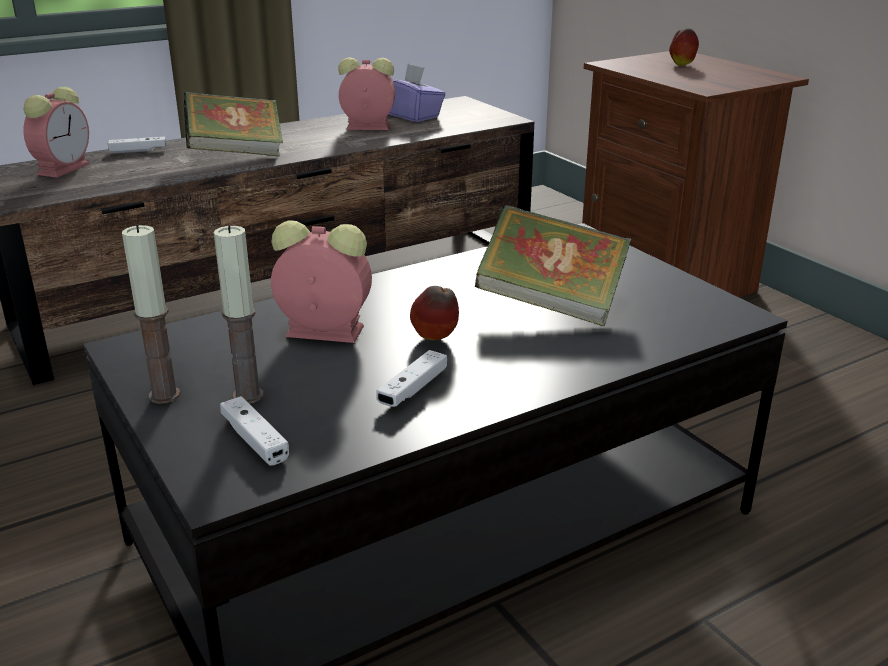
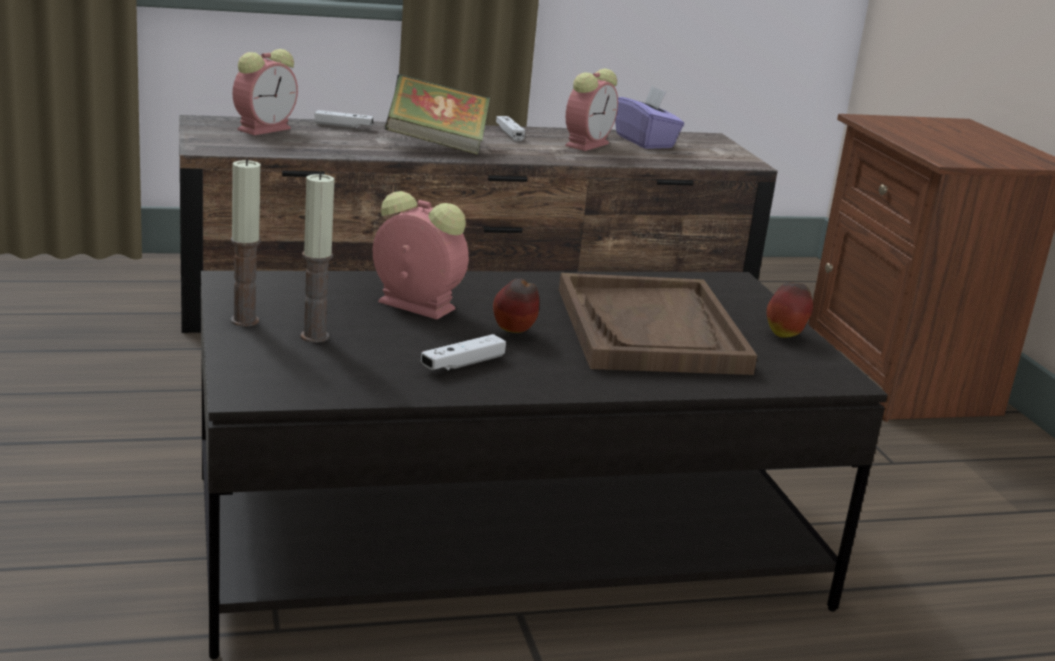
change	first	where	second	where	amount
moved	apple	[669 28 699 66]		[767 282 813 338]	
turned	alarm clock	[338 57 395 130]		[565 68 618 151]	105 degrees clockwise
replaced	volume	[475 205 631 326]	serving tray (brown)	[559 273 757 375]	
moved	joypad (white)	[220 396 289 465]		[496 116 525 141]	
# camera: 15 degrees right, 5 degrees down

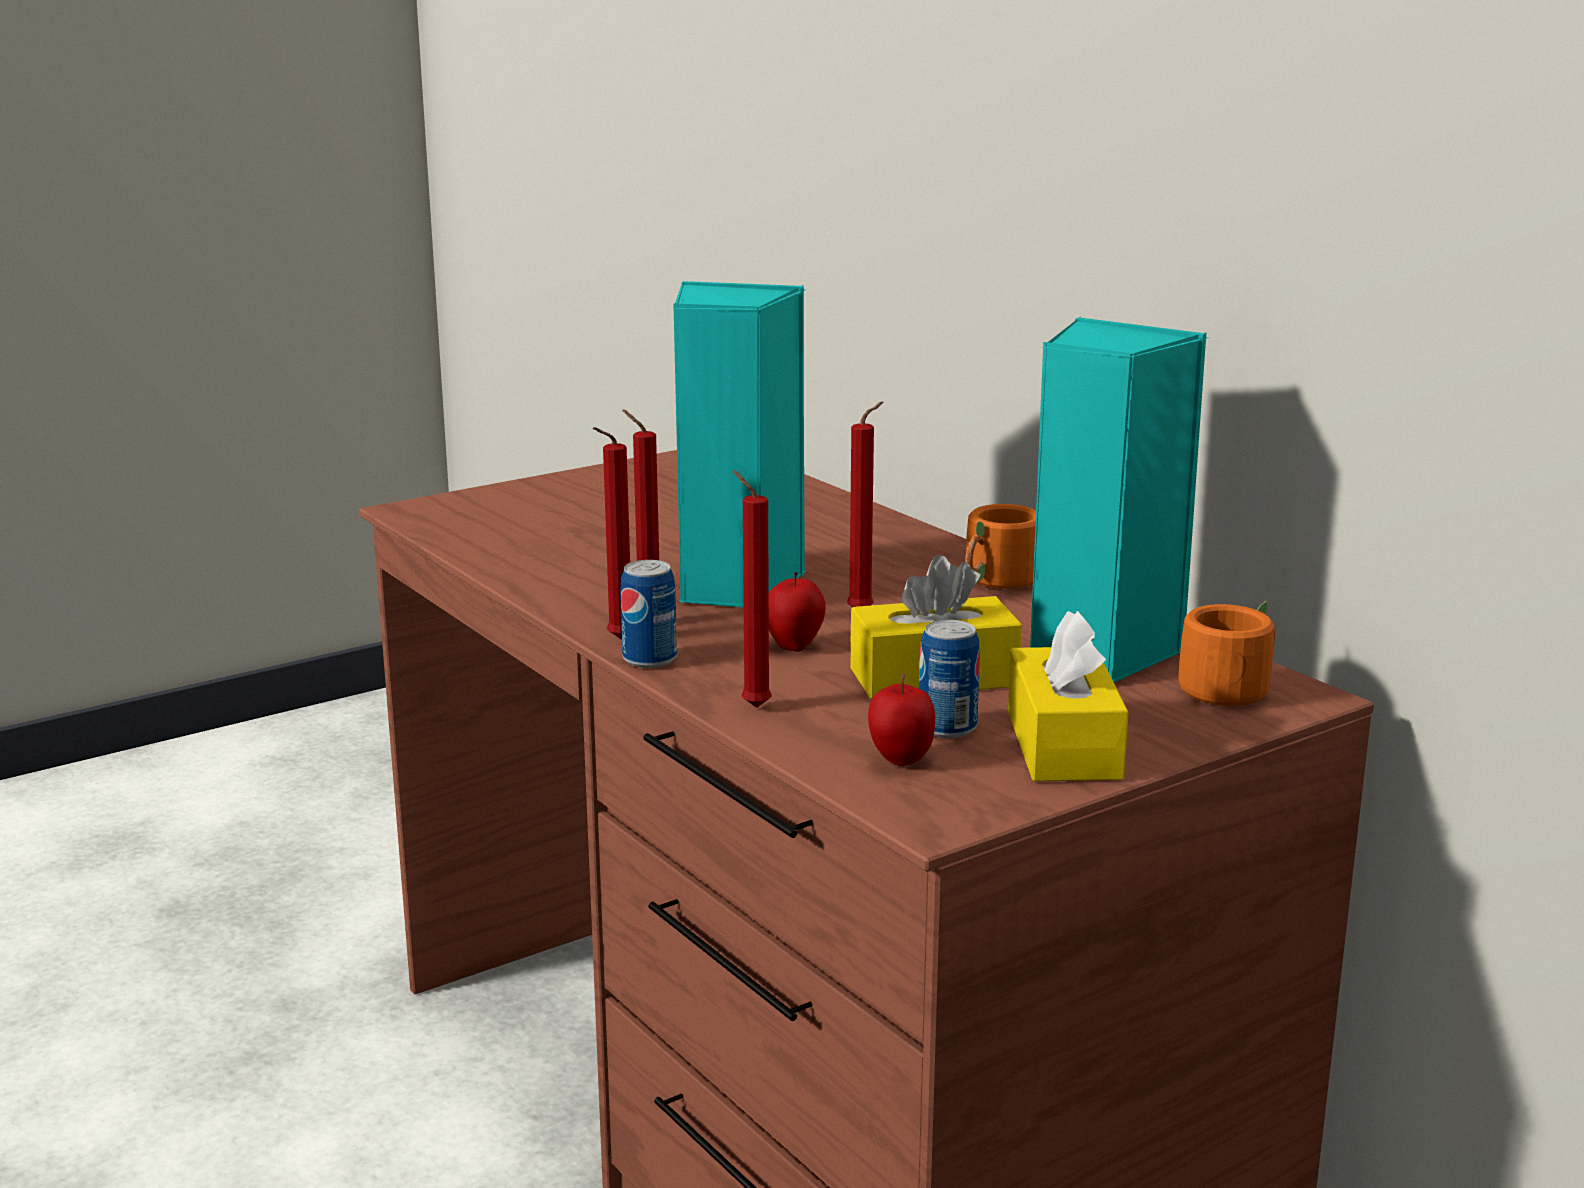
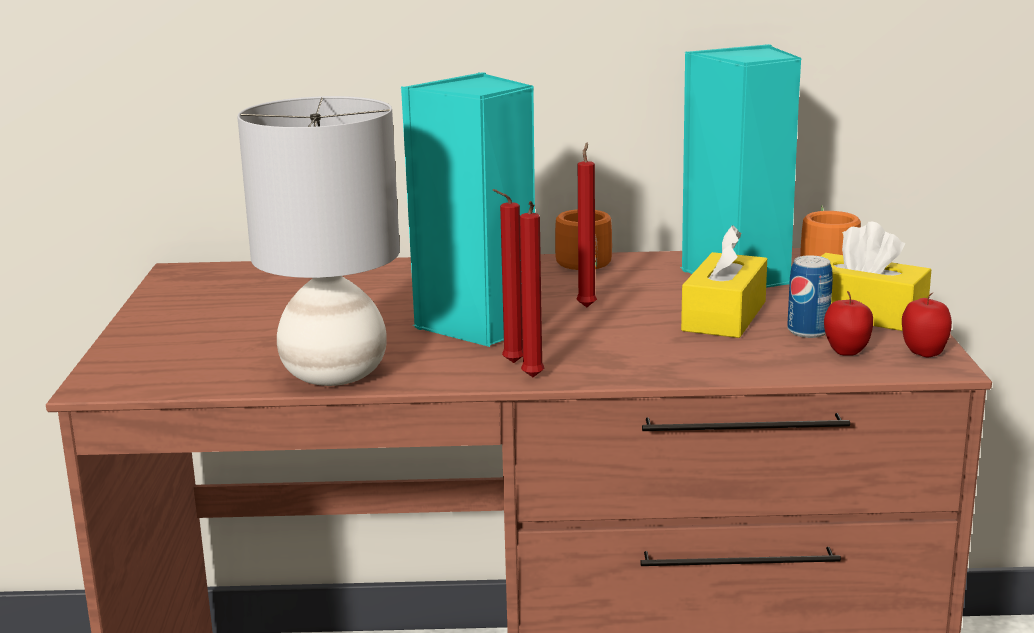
change	first	where	second	where	amount
removed	wax candle (red-coloured)	[733 470 772 708]			
removed	sealed can	[620 560 677 668]			
moved	apple	[769 572 826 652]		[902 293 952 358]	
added			tabletop lamp (greyish)	[237 96 400 386]	
# camera: 55 degrees left, 0 degrees up

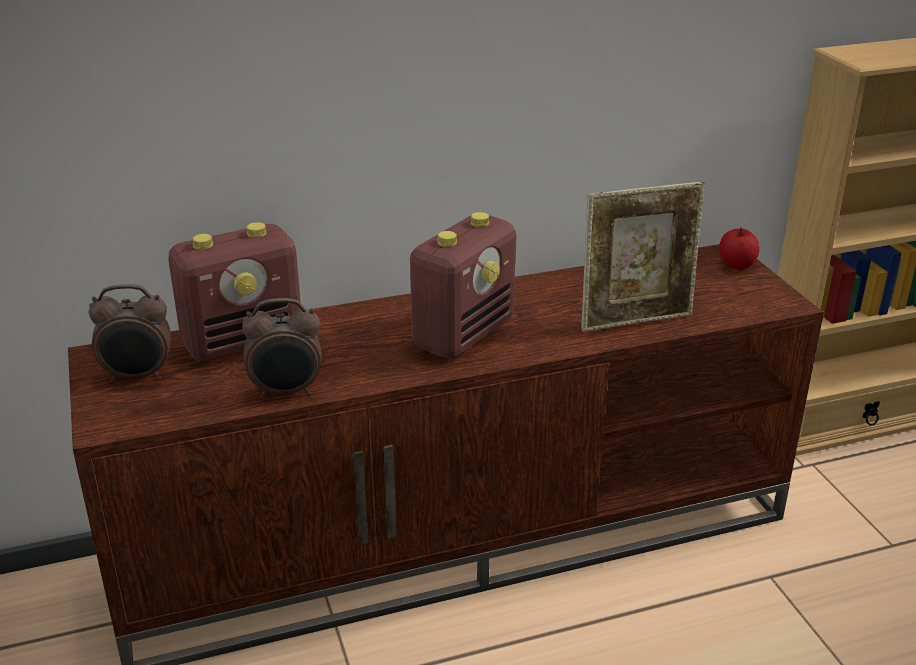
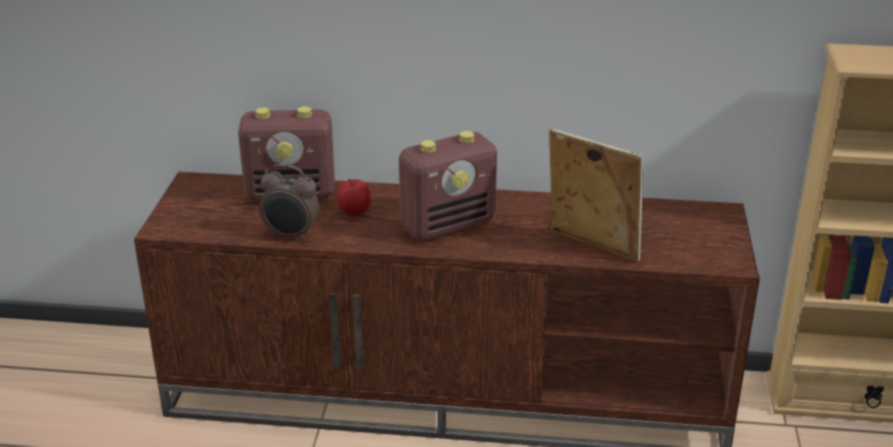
change	first	where	second	where	amount
turned	photo frame	[581 182 705 332]		[549 128 643 261]	150 degrees counterclockwise
moved	apple	[719 228 760 270]		[336 179 371 216]	
removed	alarm clock	[89 284 171 383]			
# camera: 25 degrees right, 0 degrees up

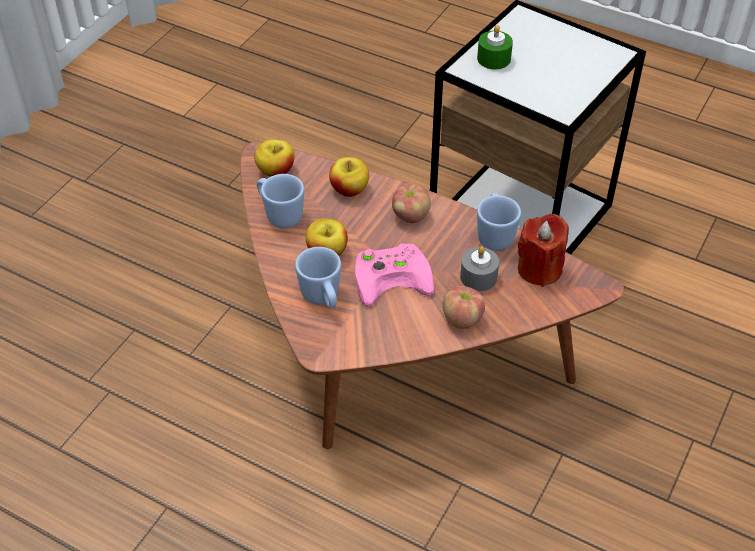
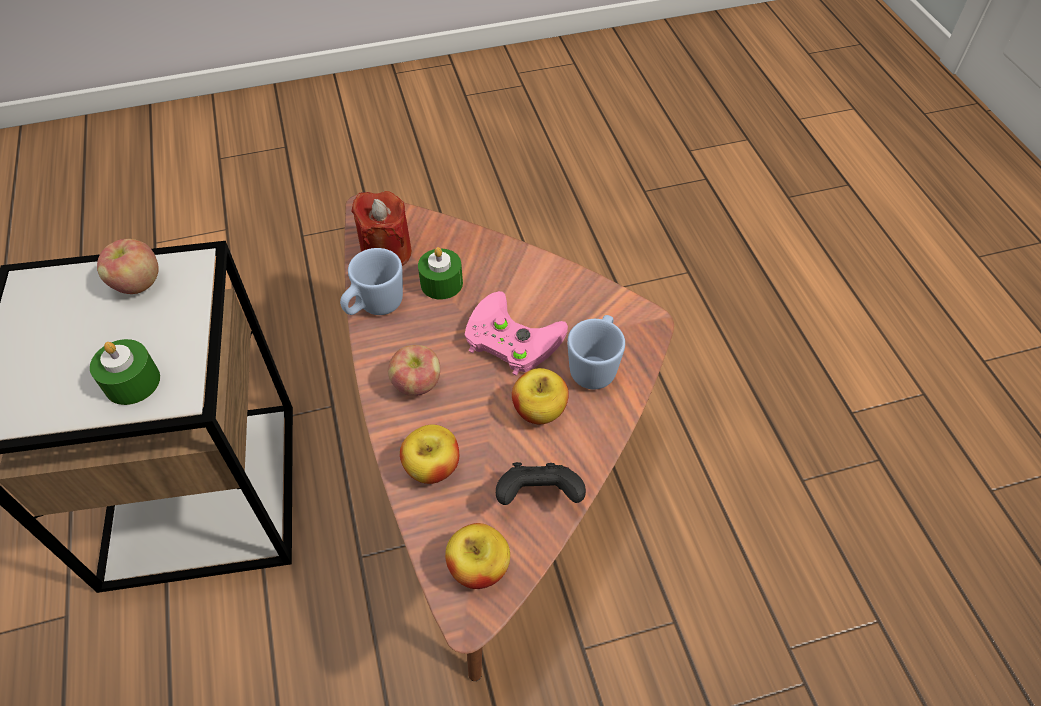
change	first	where	second	where	amount
replaced	coffee mug (blue)	[257 174 304 228]	joypad (black-coloured)	[496 462 586 505]	
recoloured	wax candle (greyish)	[460 246 499 291]	wax candle (green-coloured)	[418 247 463 300]	
moved	apple	[443 286 485 329]		[97 239 159 294]	
# camera: 135 degrees left, 5 degrees up

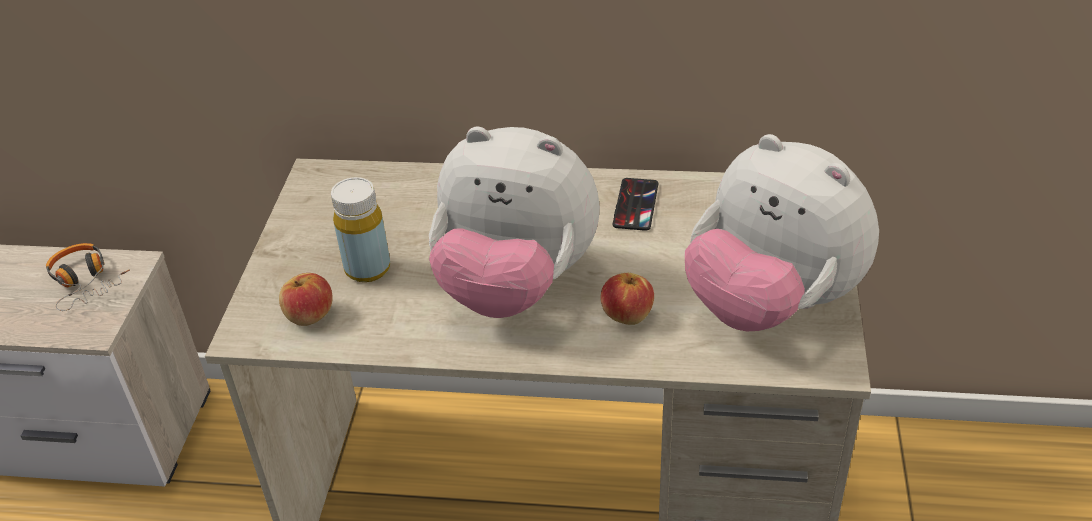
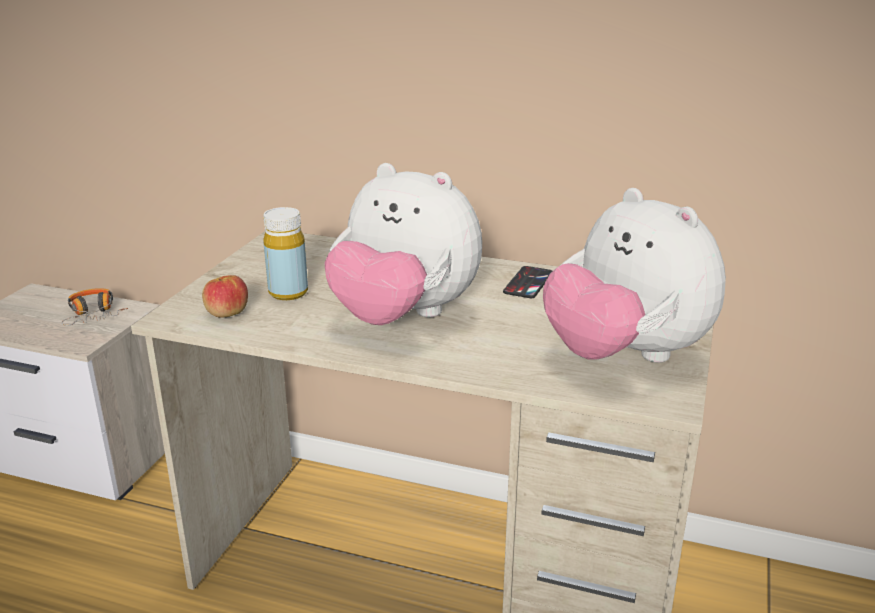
change	first	where	second	where	amount
removed	apple	[600 273 654 325]			
# camera: 10 degrees right, 15 degrees down

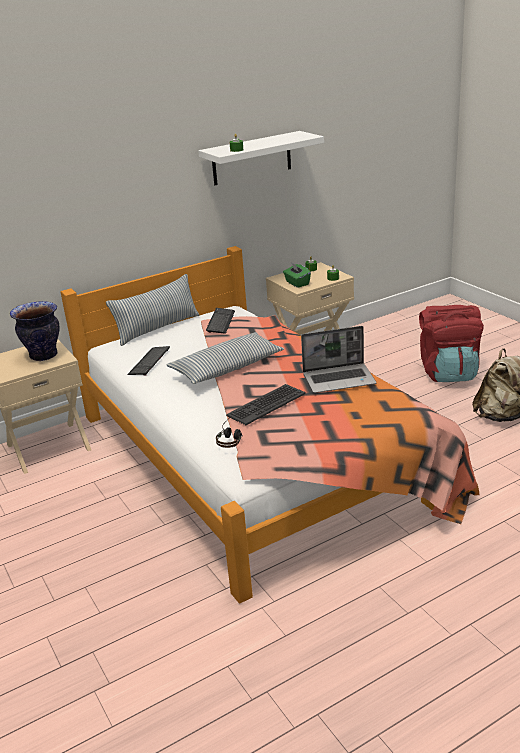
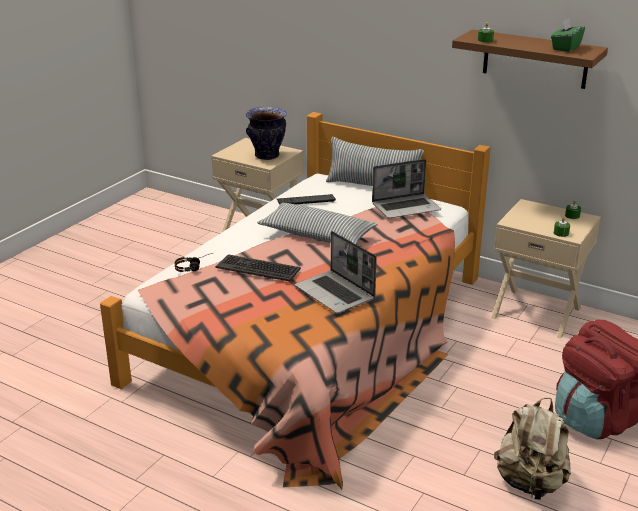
change	first	where	second	where	amount
recoloured	wall shelf (white)	[198 131 324 185]	wall shelf (brown)	[452 29 608 89]	
moved	tissue box (green-coloured)	[283 262 311 288]		[551 18 585 52]	
replaced	keyboard	[206 308 235 334]	laptop	[372 159 441 218]	
# camera: 60 degrees right, 0 degrees up

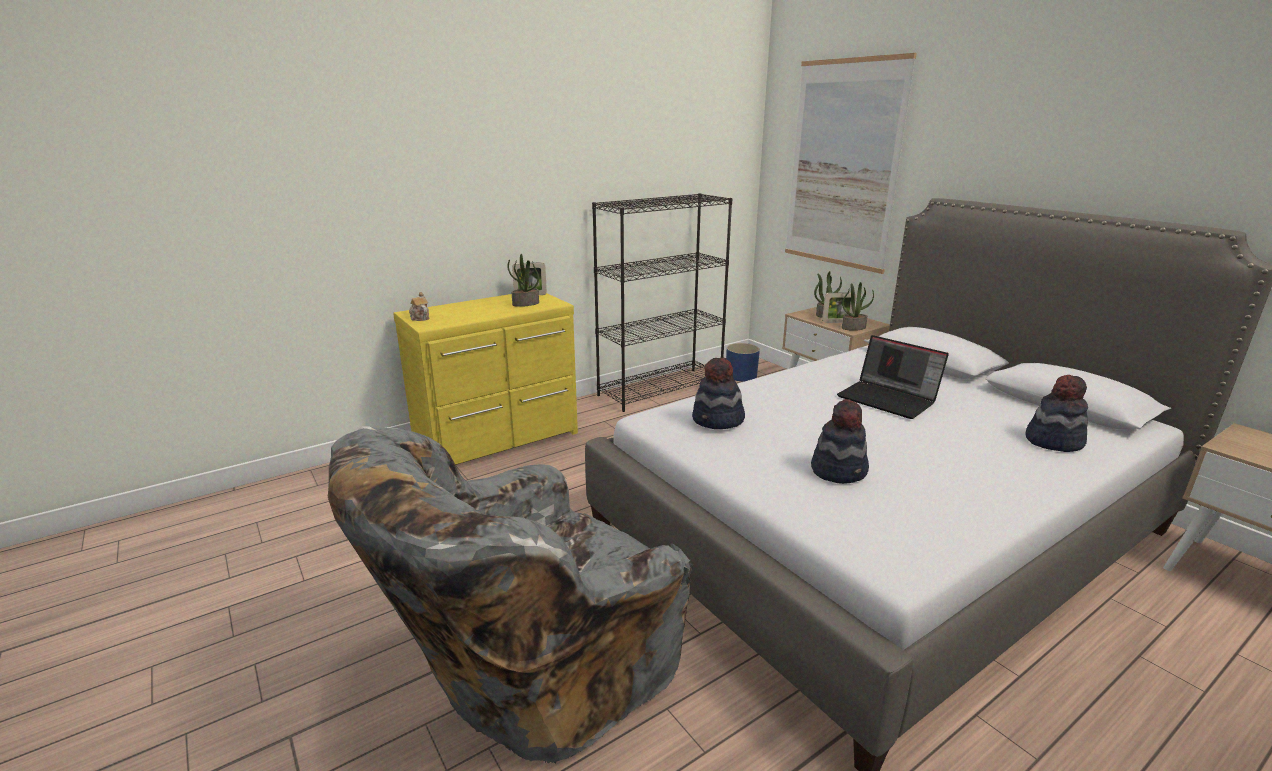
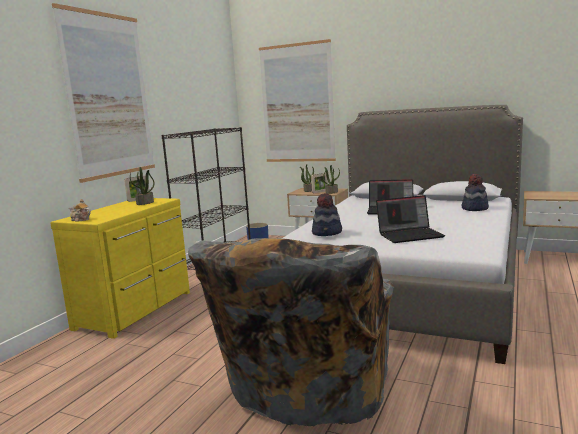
change	first	where	second	where	amount
replaced	hat	[811 399 869 484]	laptop	[376 195 445 243]	
added			wall art	[52 3 155 183]	
# camera: 30 degrees left, 10 degrees down

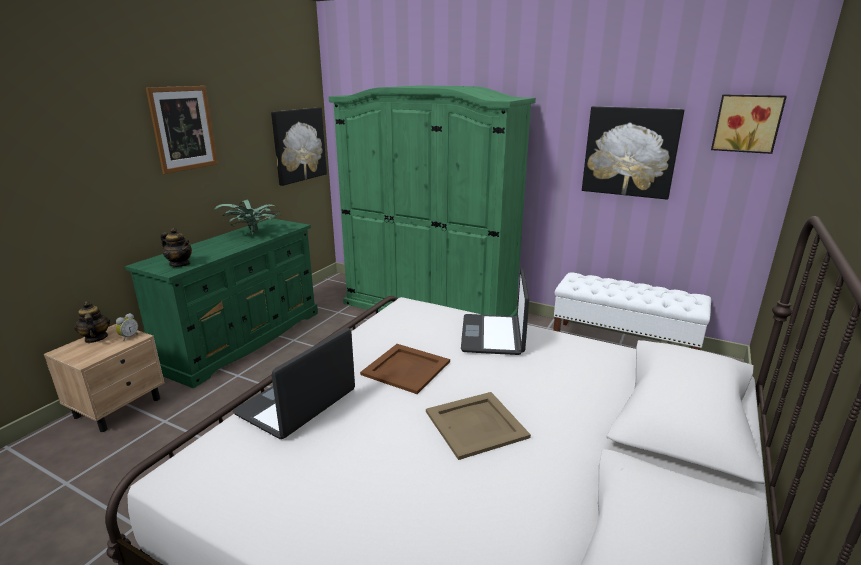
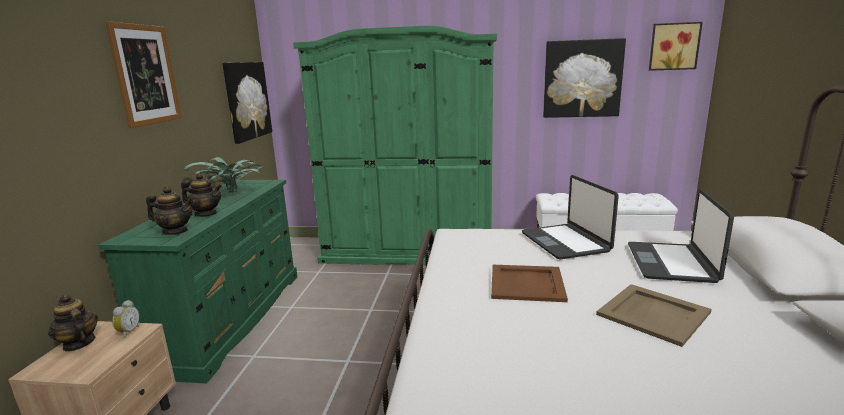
change	first	where	second	where	amount
moved	laptop	[233 328 355 439]		[628 189 734 283]	
added			tea pot	[181 173 222 217]	
# camera: 20 degrees left, 5 degrees down

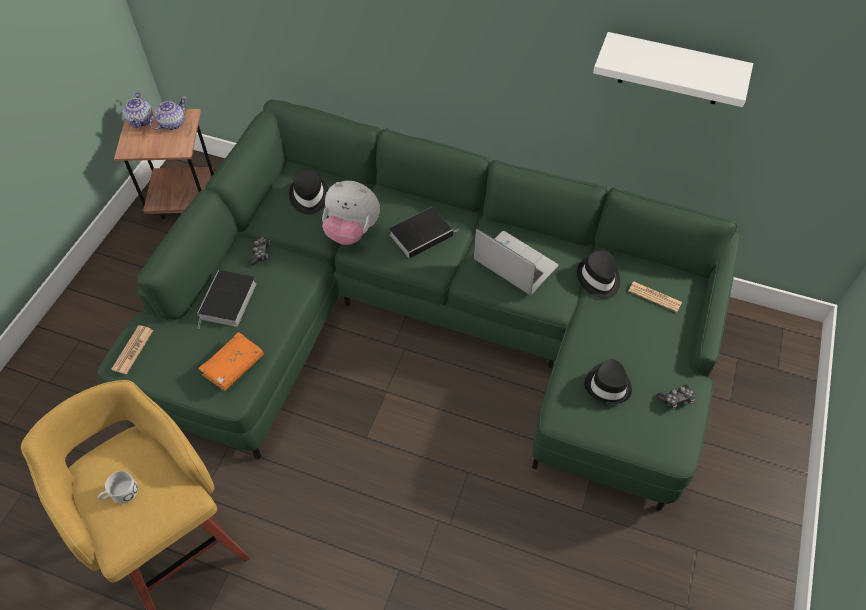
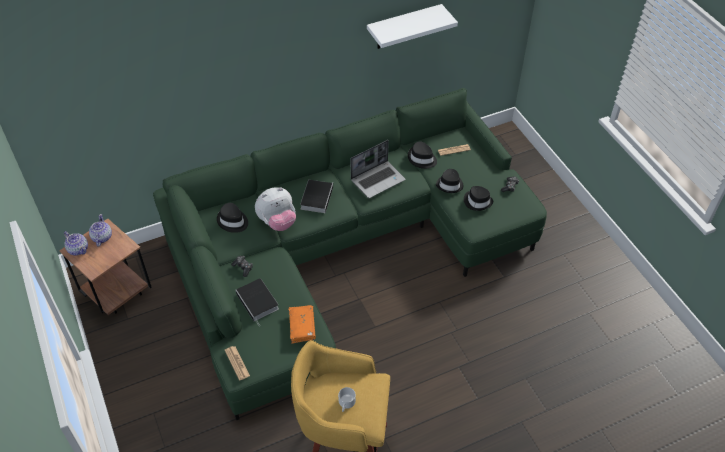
change	first	where	second	where	amount
turned	laptop	[474 229 558 295]		[351 140 406 198]	150 degrees clockwise
added			hat (black-coloured)	[436 169 463 193]	
# camera: 45 degrees left, 5 degrees down

